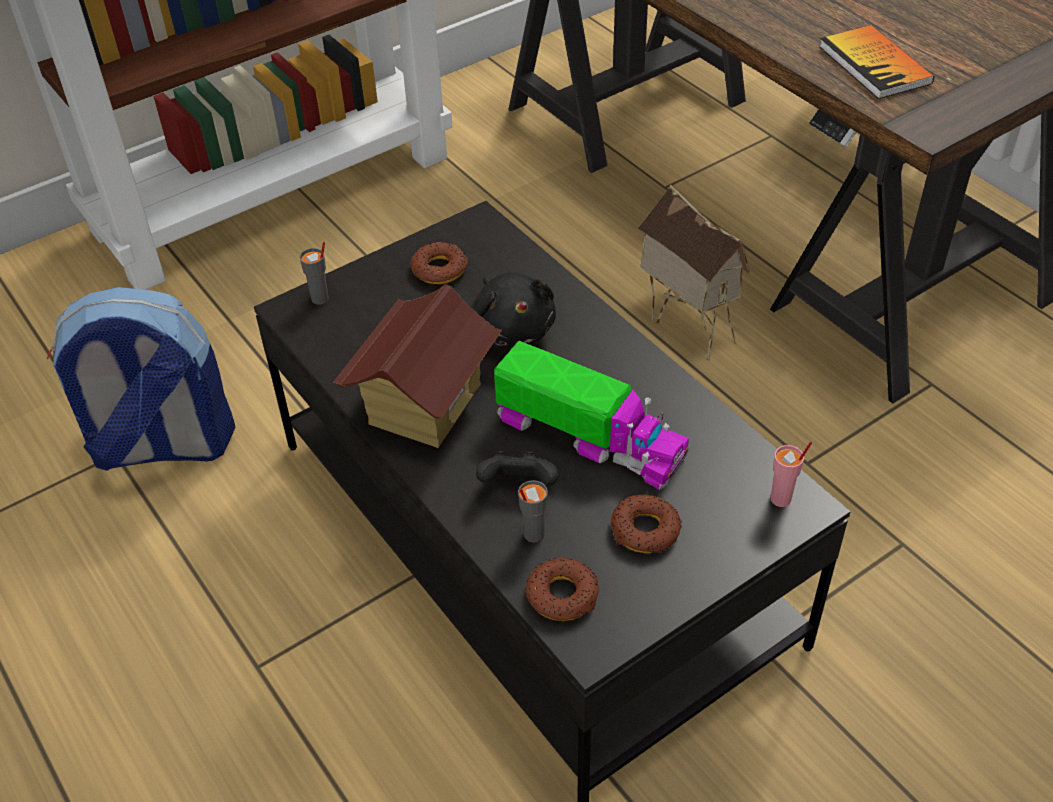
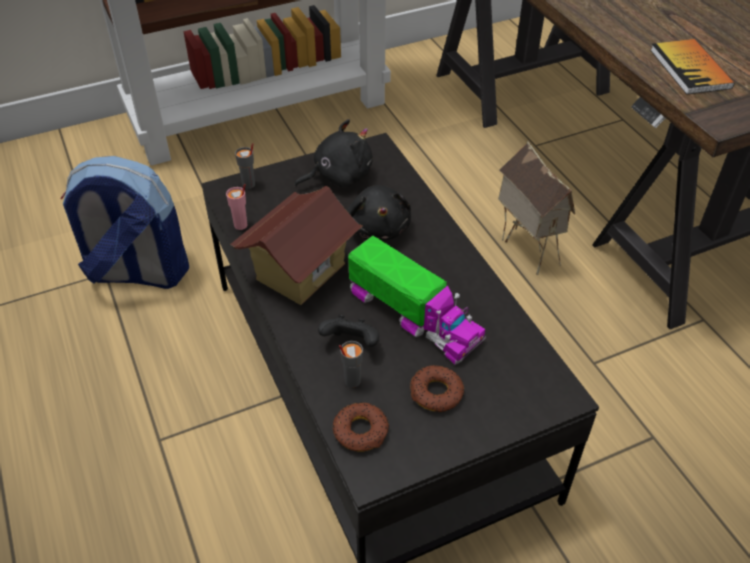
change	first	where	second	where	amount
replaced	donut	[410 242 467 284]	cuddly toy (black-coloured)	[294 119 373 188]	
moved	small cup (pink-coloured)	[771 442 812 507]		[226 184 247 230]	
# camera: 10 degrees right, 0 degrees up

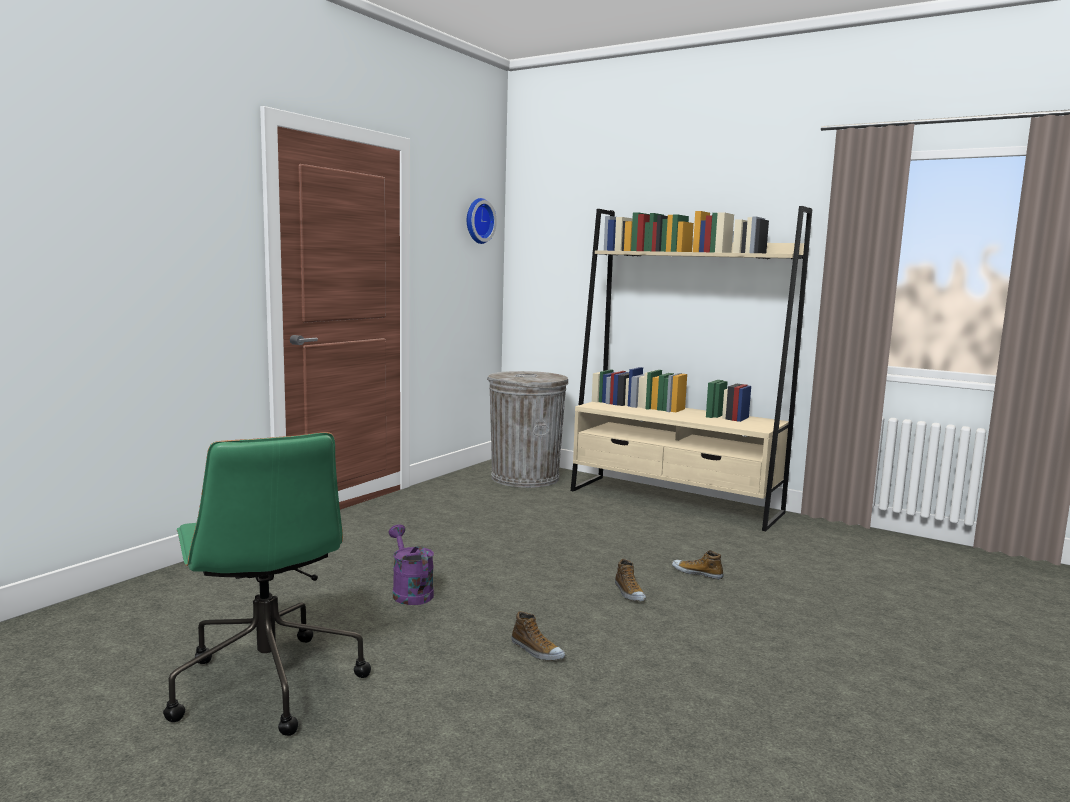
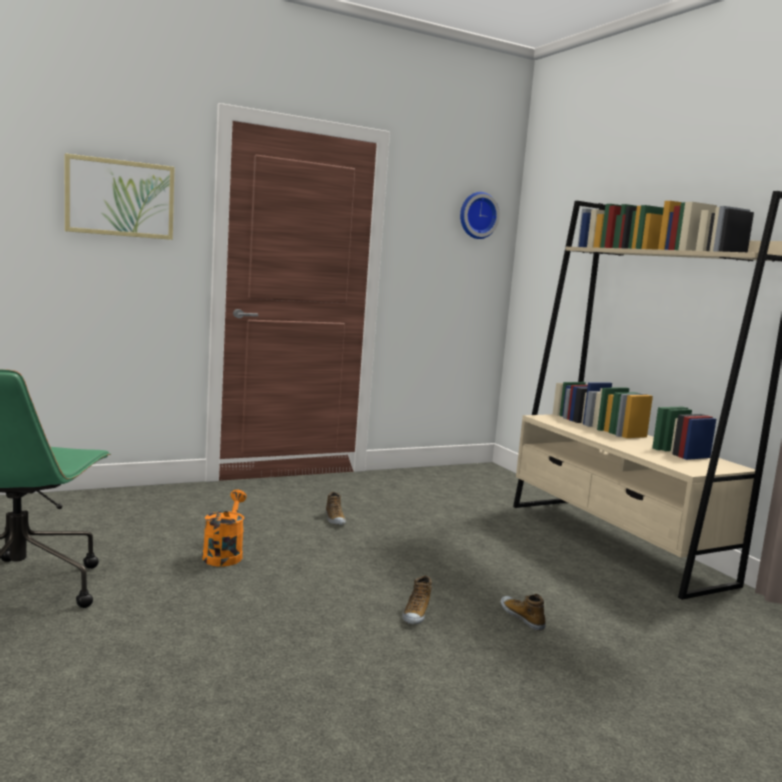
change	first	where	second	where	amount
removed	trash can (greyish)	[487 371 568 488]			
recoloured	sprinkling can (purple)	[389 524 434 605]	sprinkling can (orange-coloured)	[202 490 247 567]	
moved	shoe	[511 611 565 661]		[326 492 346 525]	
added			wall art	[65 153 174 240]	
# camera: 30 degrees right, 0 degrees up

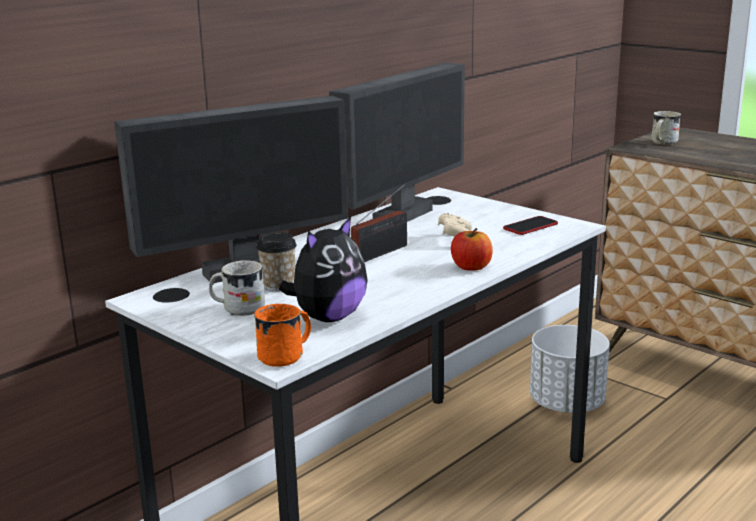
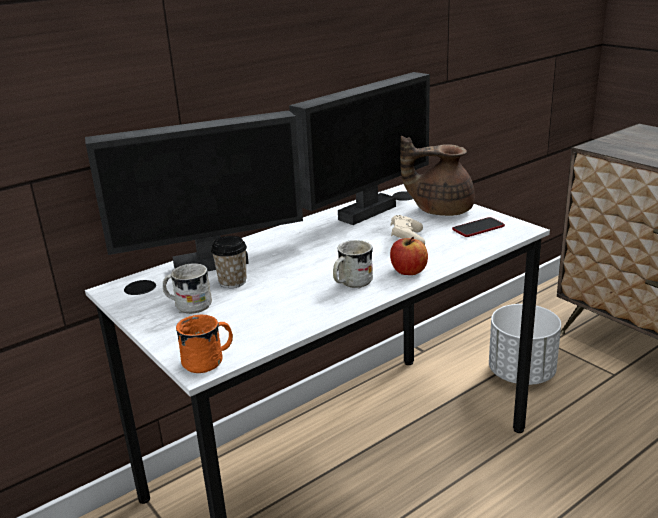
change	first	where	second	where	amount
moved	coffee mug (white)	[651 111 681 145]		[333 240 373 289]	
removed	radio receiver	[351 183 407 262]			
removed	cuddly toy	[279 216 368 322]			
added			tea pot (brown)	[400 136 475 216]	
# camera: 10 degrees right, 5 degrees up

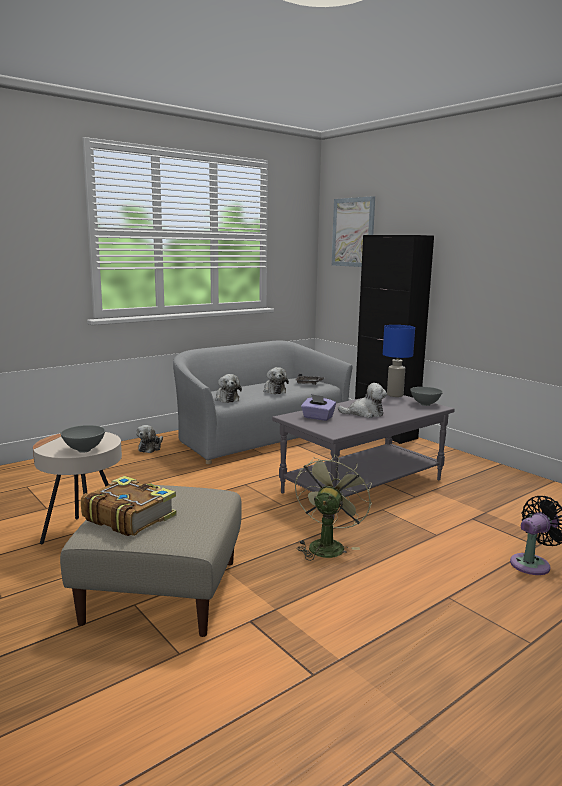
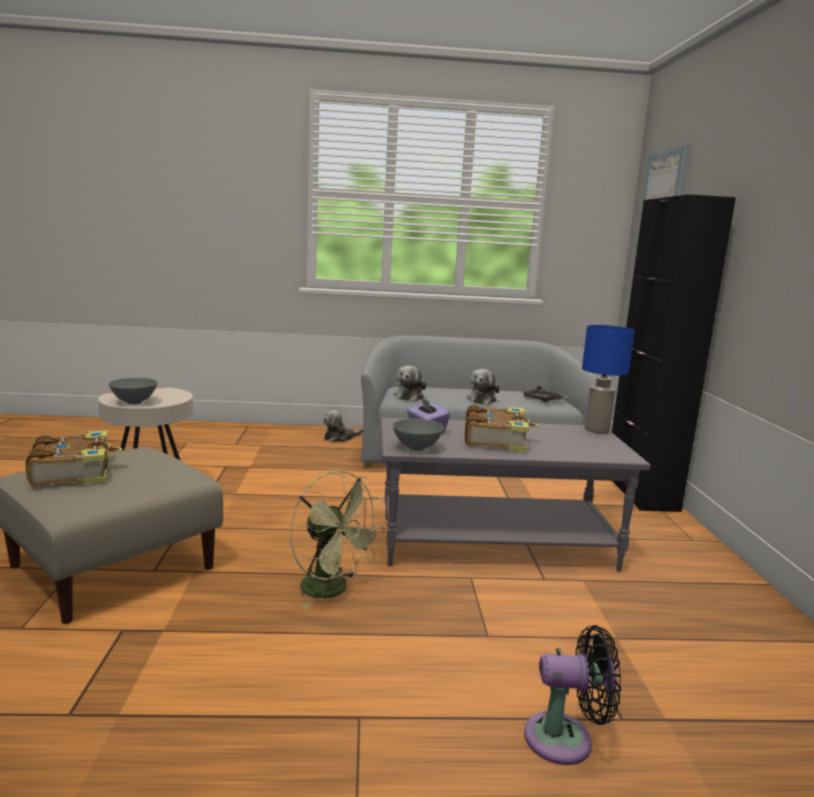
change	first	where	second	where	amount
replaced	cuddly toy	[338 383 387 418]	volume	[465 405 539 452]	
moved	deep dish (greyish)	[410 387 443 406]		[393 419 444 451]	
turned	cooling fan (green-coloured)	[295 454 372 561]		[290 471 385 609]	75 degrees clockwise
# camera: 35 degrees right, 0 degrees up

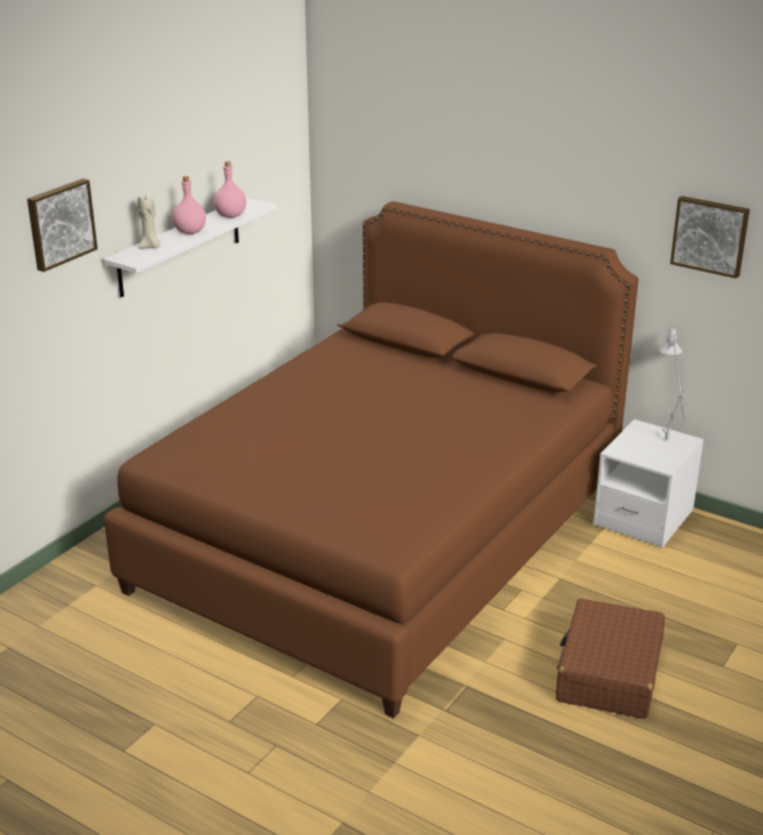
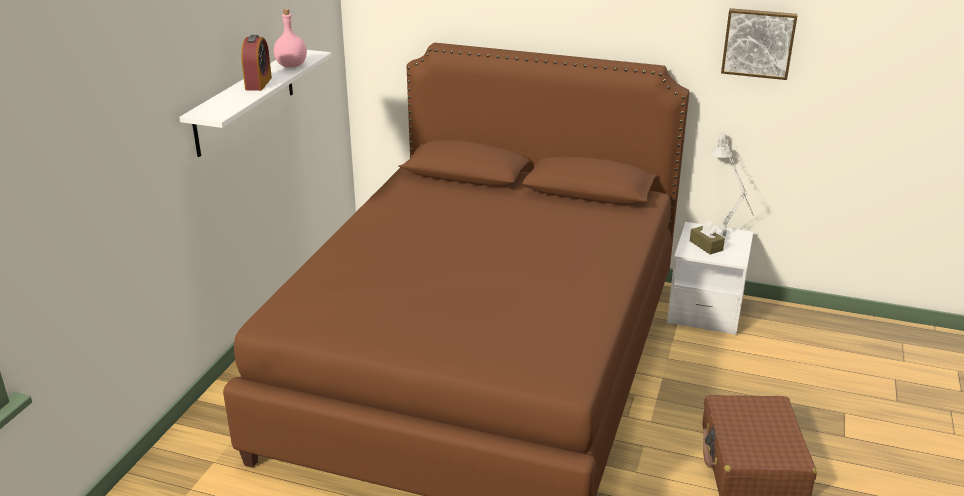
change	first	where	second	where	amount
replaced	beverage bottle (pink-coloured)	[172 176 206 234]	alarm clock	[241 35 272 91]	
removed	wall art	[27 179 98 272]			
removed	wax candle (beige-coloured)	[137 195 160 249]			
added			tissue box (brown)	[690 221 725 254]	
# camera: 15 degrees left, 0 degrees up

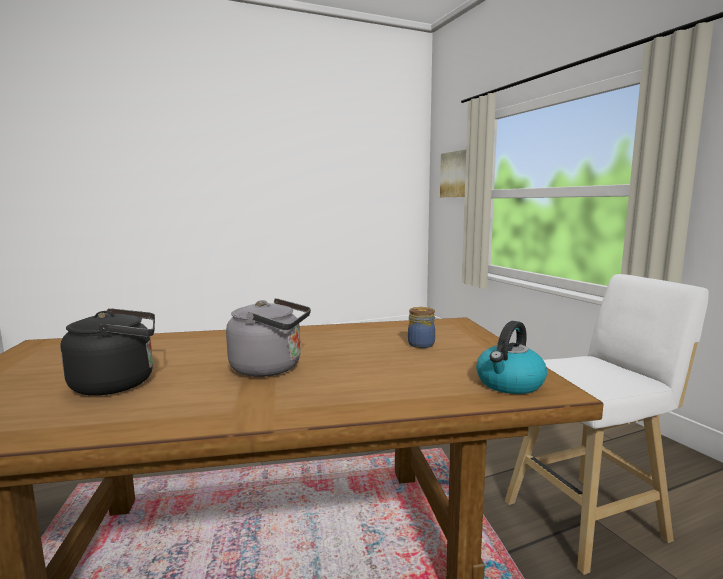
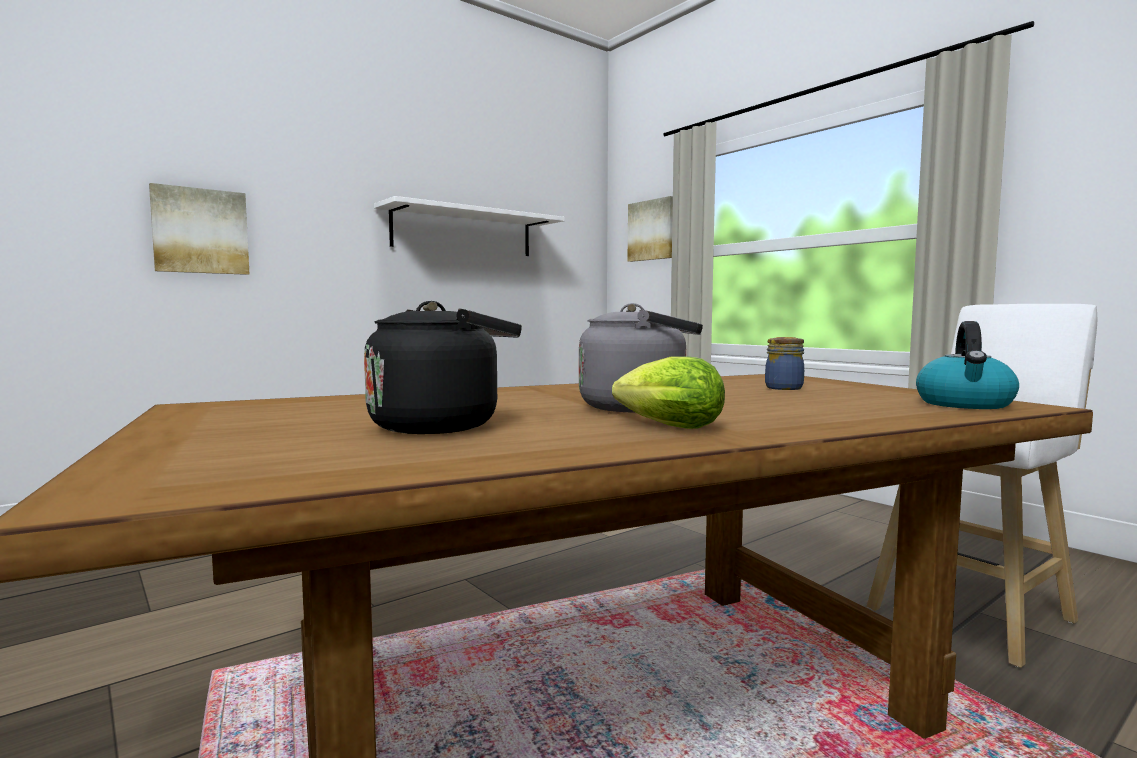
change	first	where	second	where	amount
added			wall art	[149 183 249 275]	
added			wall shelf (white)	[374 196 565 256]	
added			lettuce head	[612 356 725 429]	
# camera: 15 degrees left, 5 degrees down

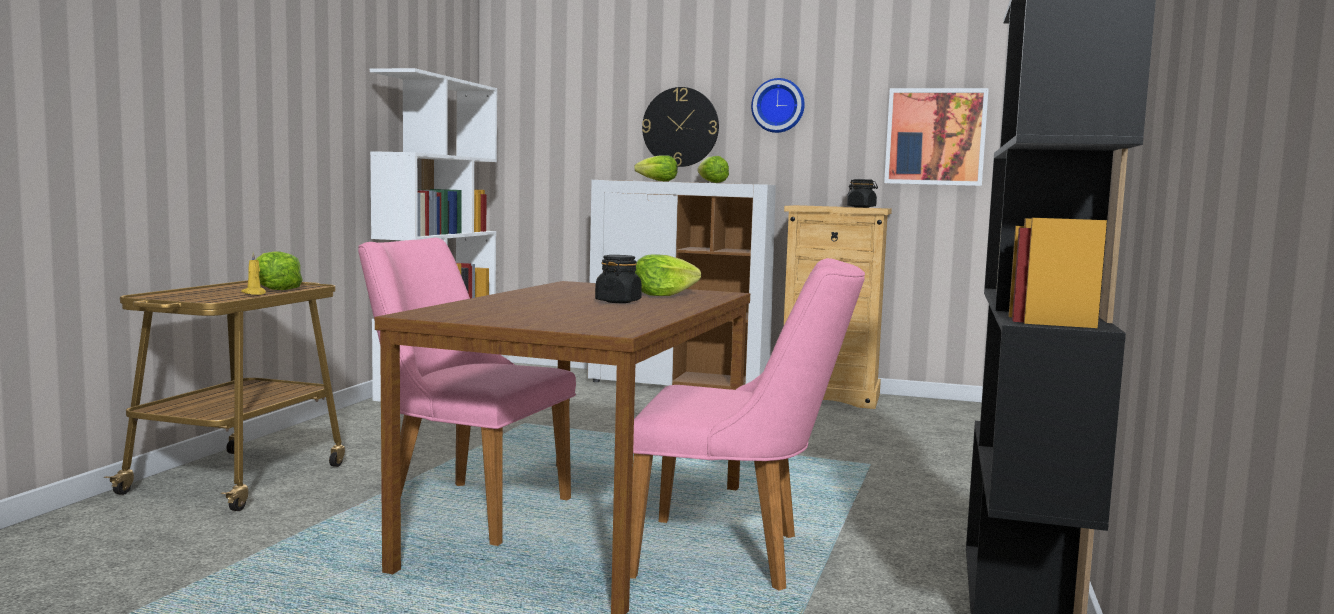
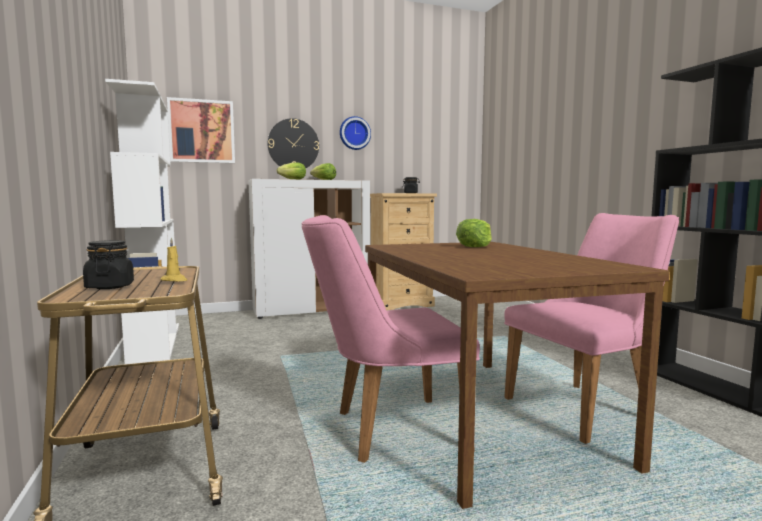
change	first	where	second	where	amount
moved	wall art	[884 88 989 186]		[167 97 235 163]	
removed	lettuce head	[256 251 303 290]			
moved	jar (black-coloured)	[595 255 642 303]		[83 240 134 289]	
# camera: 35 degrees left, 0 degrees up

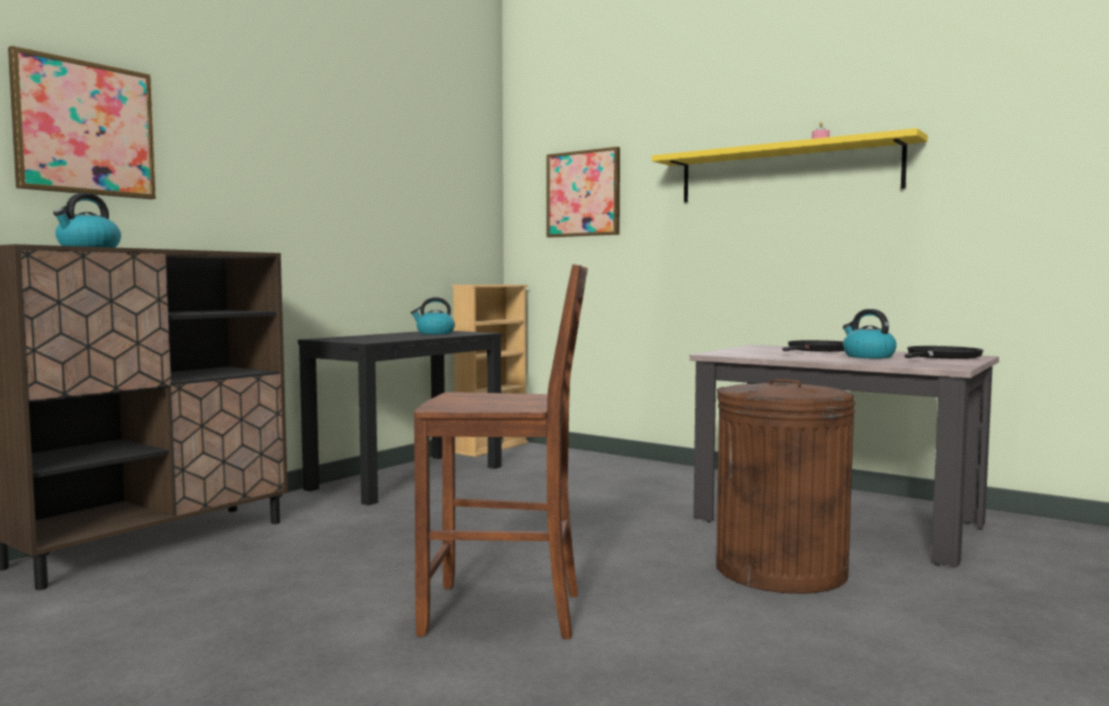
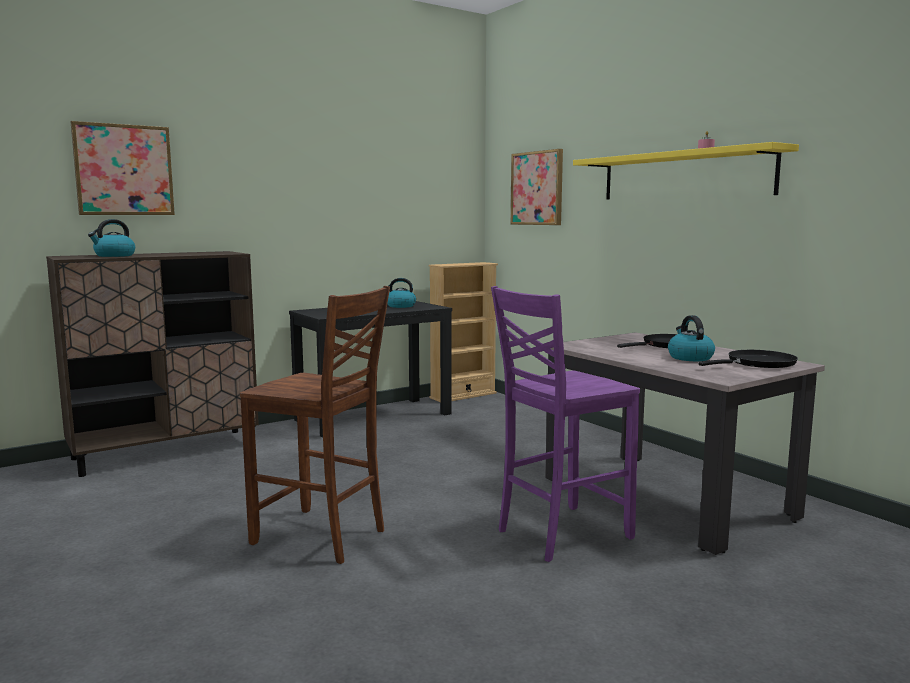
change	first	where	second	where	amount
replaced	trash can (brown)	[716 379 855 594]	upright chair (purple)	[491 286 640 562]	
# camera: 20 degrees right, 5 degrees up

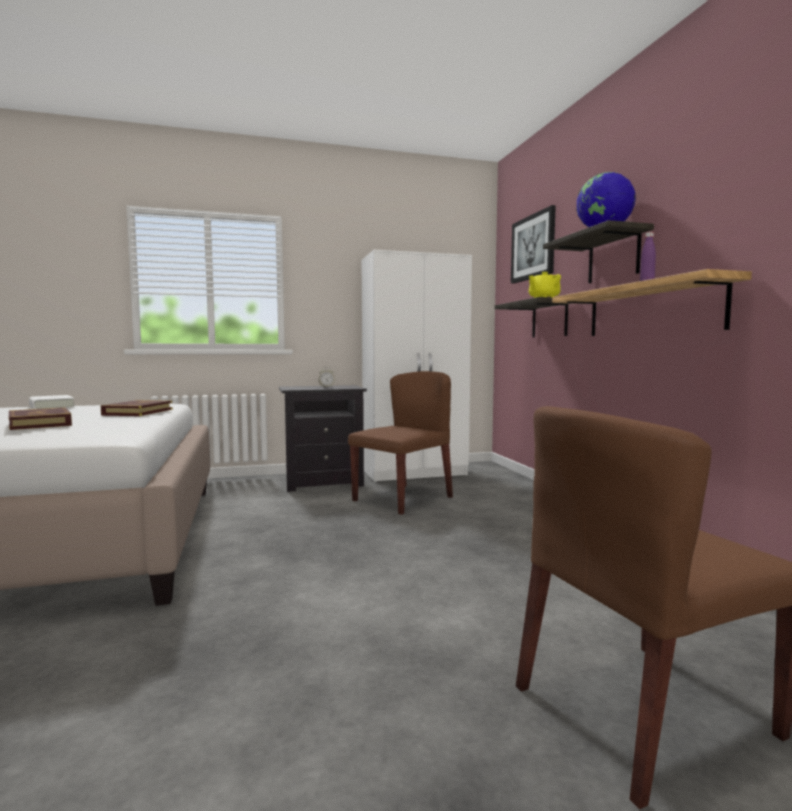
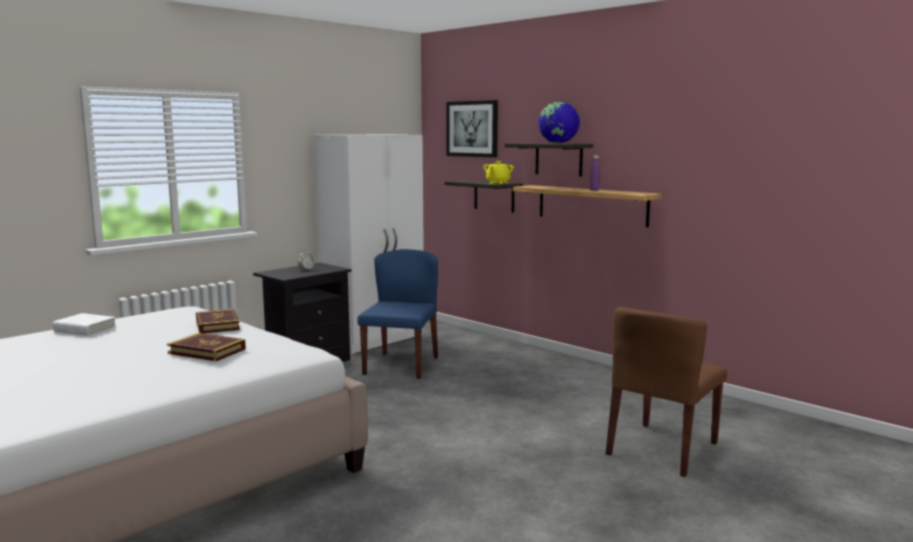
change	first	where	second	where	amount
recoloured	upright chair (brown)	[348 371 453 515]	upright chair (blue)	[357 249 438 379]	
# camera: 30 degrees left, 5 degrees up

